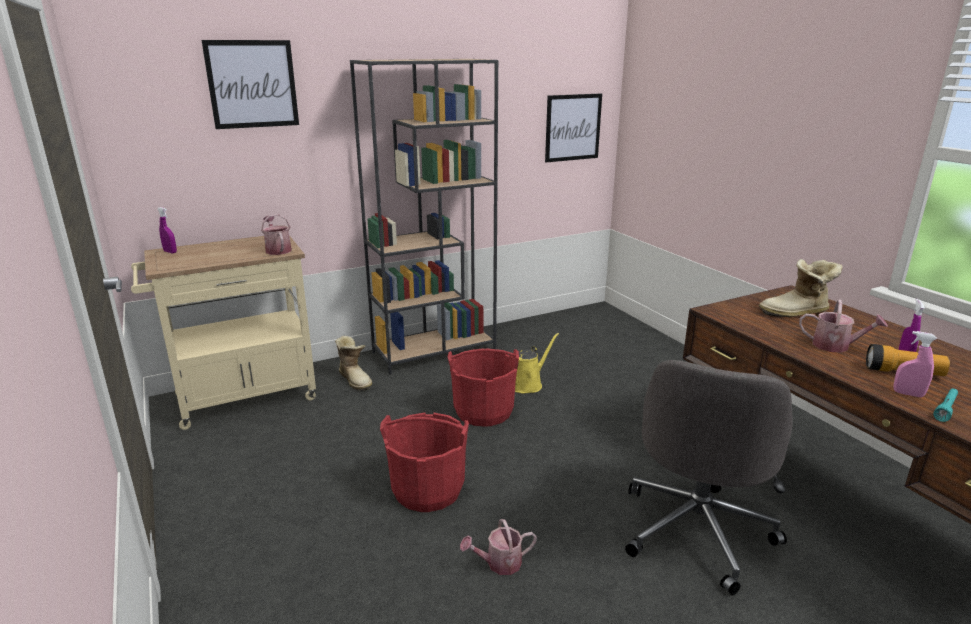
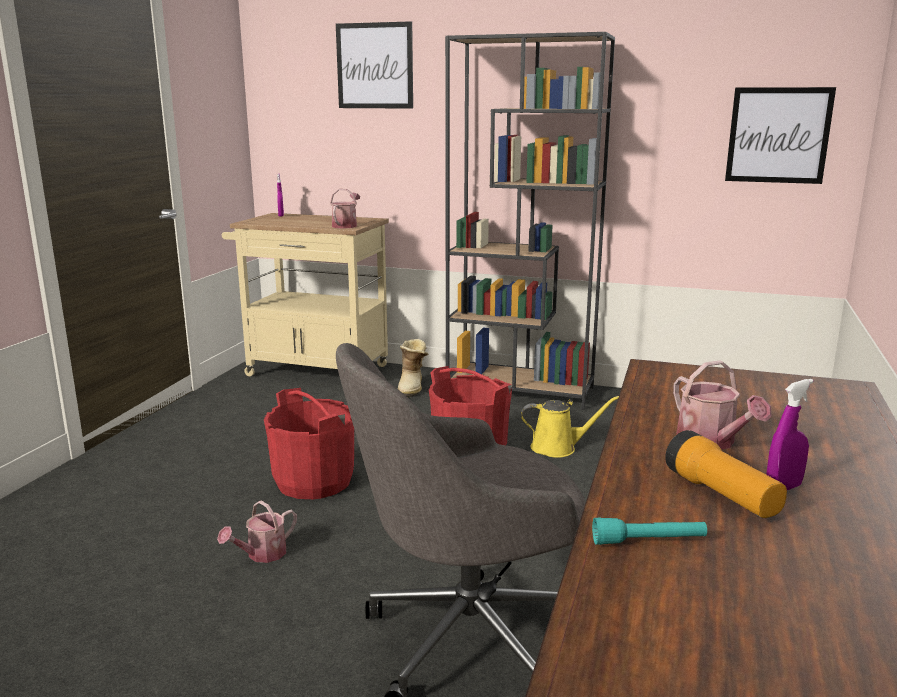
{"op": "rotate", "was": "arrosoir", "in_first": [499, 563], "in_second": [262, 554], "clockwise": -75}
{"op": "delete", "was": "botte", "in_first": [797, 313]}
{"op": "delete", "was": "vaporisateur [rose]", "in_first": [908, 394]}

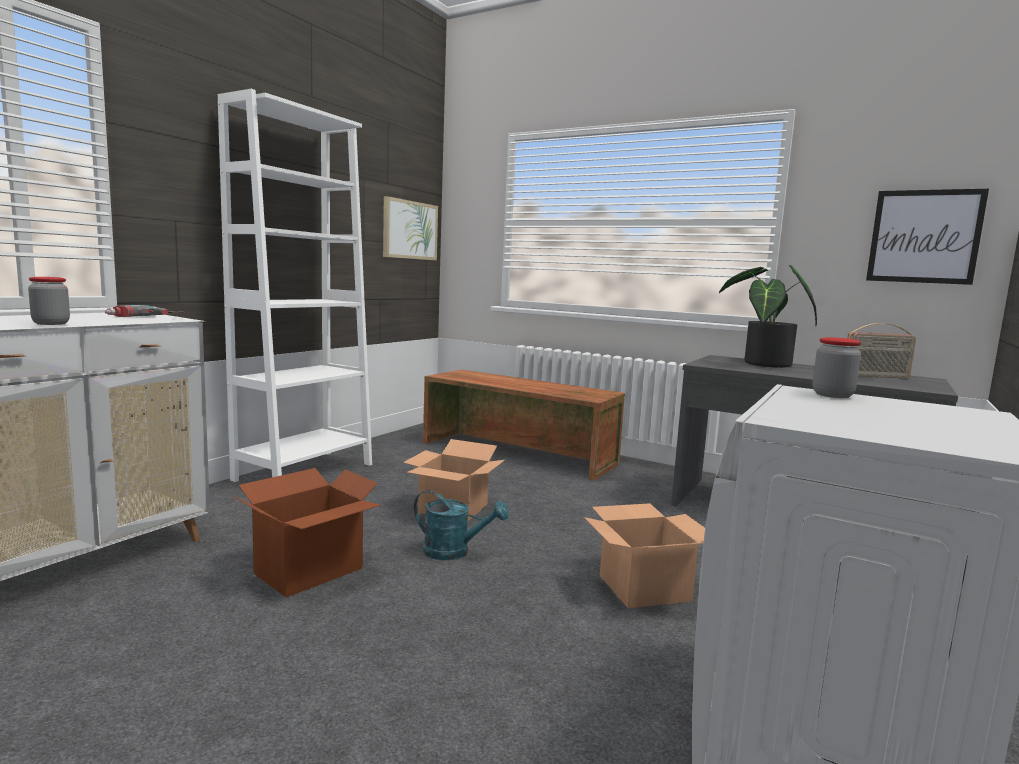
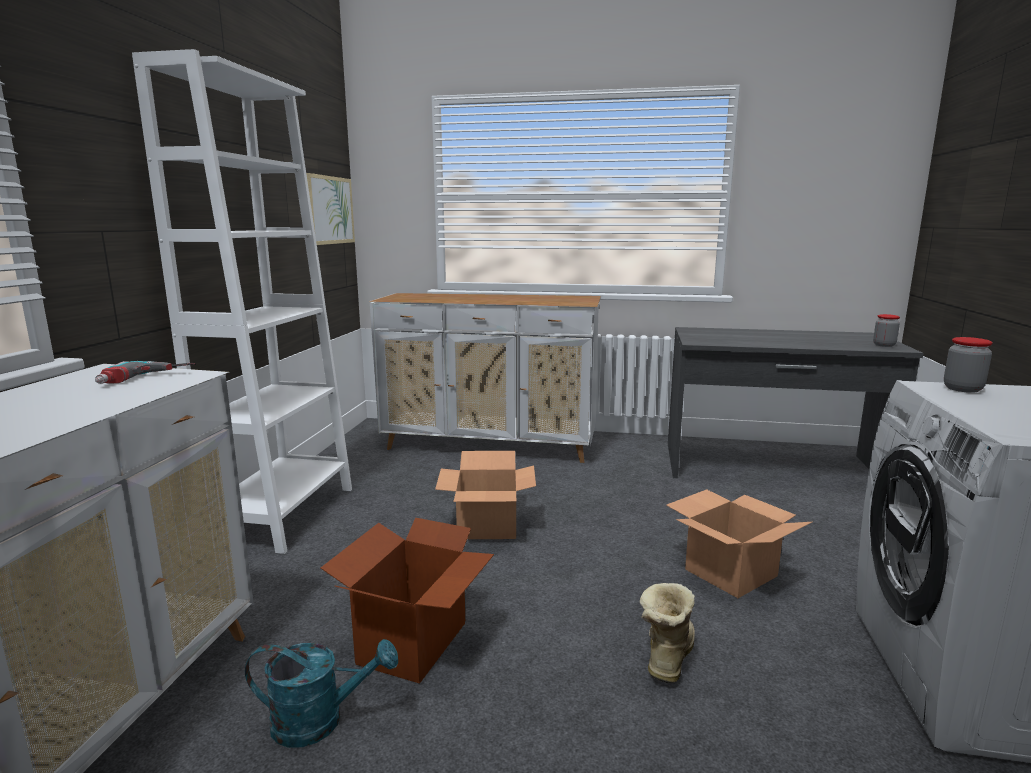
{"op": "move", "was": "arrosoir [turquoise]", "in_first": [454, 552], "in_second": [320, 721]}
{"op": "replace", "was": "banc [marron]", "now": "meuble de rangement", "in_first": [519, 453], "in_second": [489, 445]}
{"op": "insert", "now": "botte", "in_second": [666, 657]}
{"op": "move", "was": "bocal", "in_first": [51, 323], "in_second": [884, 345]}
{"op": "delete", "was": "plante en pot", "in_first": [763, 364]}
{"op": "delete", "was": "radio", "in_first": [876, 376]}
{"op": "delete", "was": "tableau", "in_first": [924, 236]}

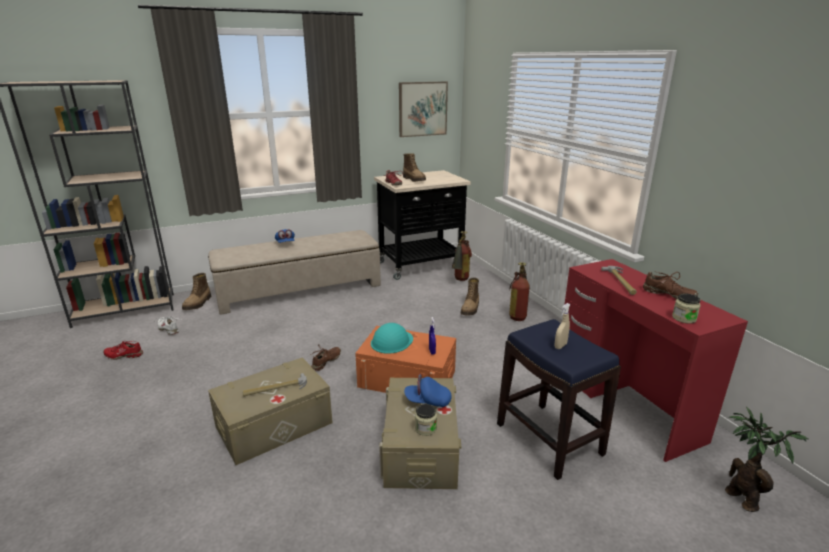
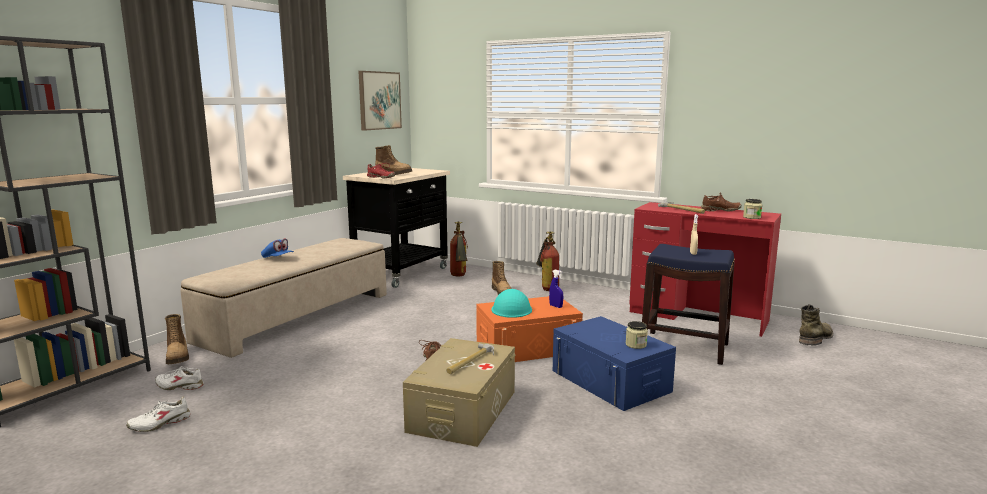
{"op": "recolor", "was": "chaussure [rouge]", "now": "chaussure [blanc]", "in_first": [124, 355], "in_second": [160, 423]}
{"op": "recolor", "was": "boîte de rangement [beige]", "now": "boîte de rangement [bleu]", "in_first": [420, 448], "in_second": [610, 381]}
{"op": "replace", "was": "plante en pot", "now": "botte [vert]", "in_first": [739, 496], "in_second": [816, 338]}
{"op": "delete", "was": "casquette [bleu]", "in_first": [427, 401]}

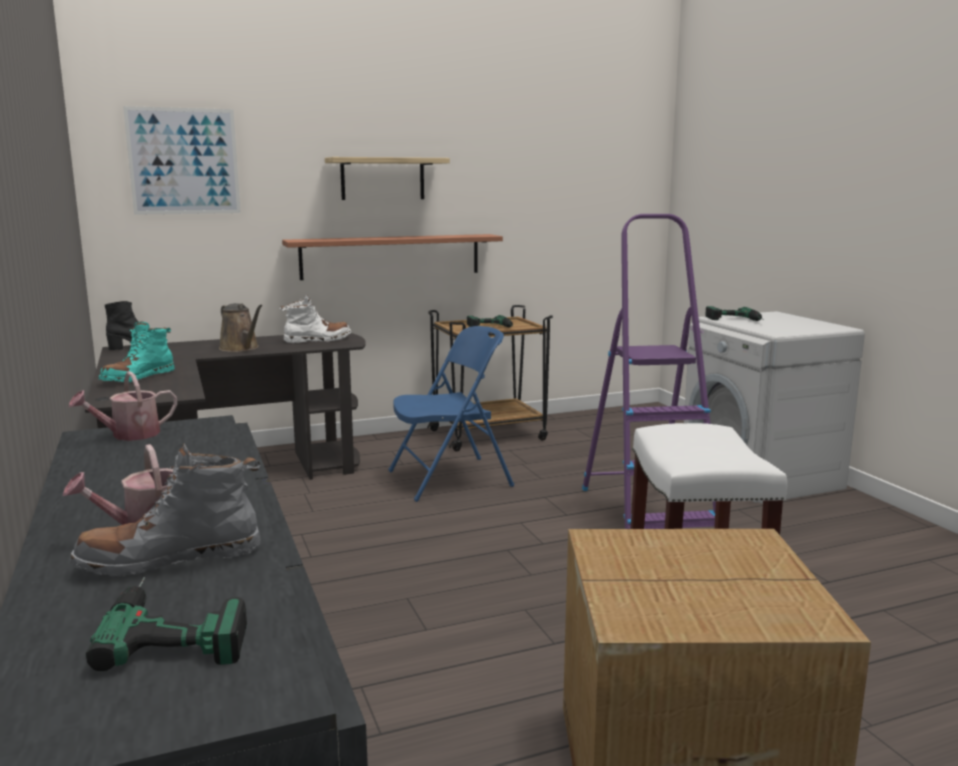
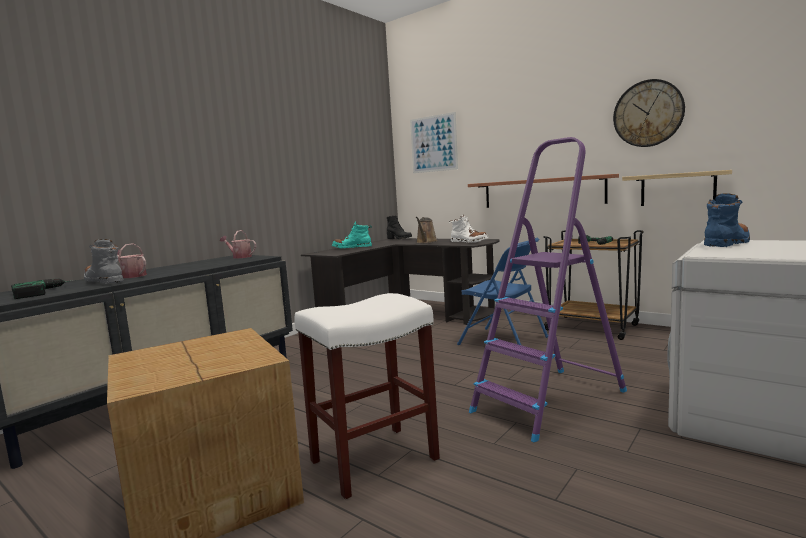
{"op": "insert", "now": "horloge murale", "in_second": [648, 113]}
{"op": "move", "was": "étagère", "in_first": [382, 179], "in_second": [677, 189]}
{"op": "replace", "was": "perceuse", "now": "botte [bleu]", "in_first": [736, 320], "in_second": [727, 243]}

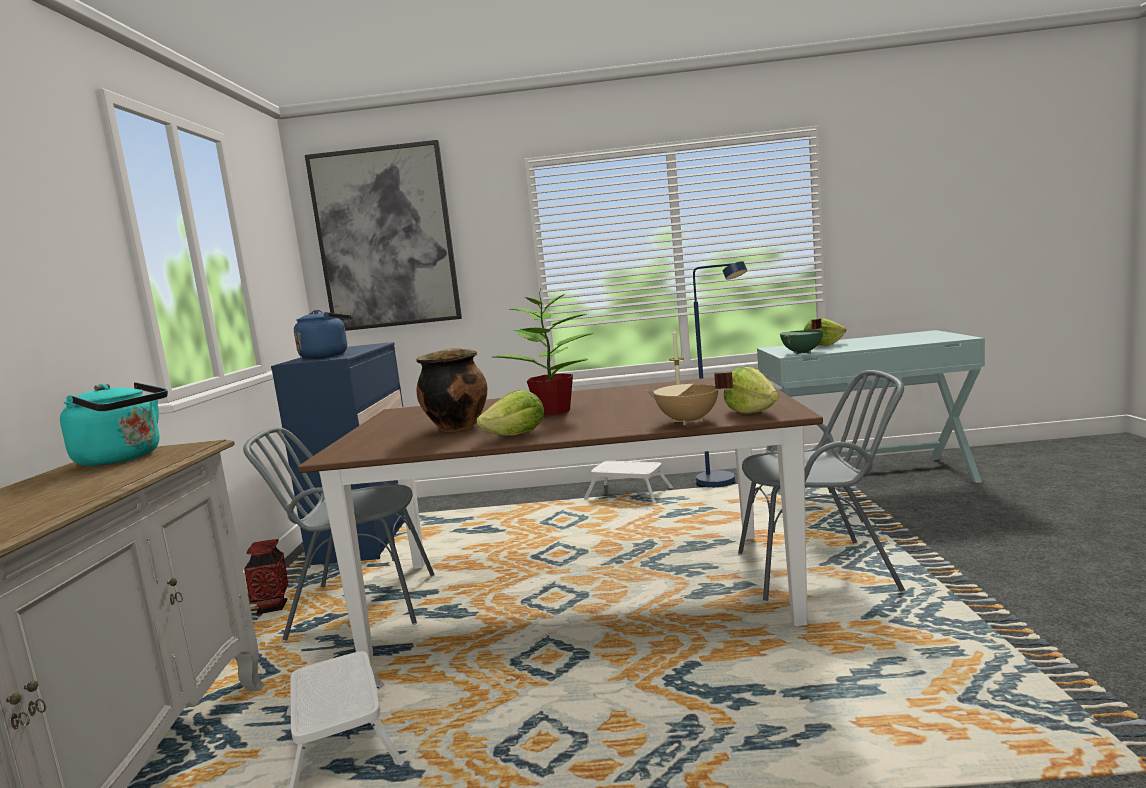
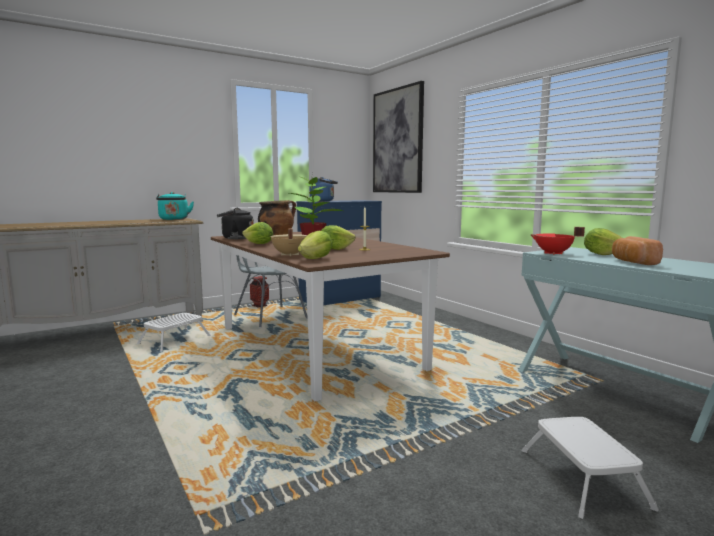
{"op": "insert", "now": "bouilloire [noir]", "in_second": [235, 238]}
{"op": "insert", "now": "laitue", "in_second": [335, 249]}
{"op": "move", "was": "escabeau [blanc]", "in_first": [628, 494], "in_second": [583, 477]}
{"op": "recolor", "was": "marmite [vert]", "now": "marmite [rouge]", "in_first": [803, 353], "in_second": [553, 253]}
{"op": "insert", "now": "pain", "in_second": [632, 262]}
{"op": "delete", "was": "lampadaire [bleu]", "in_first": [724, 484]}
{"op": "delete", "was": "chaise [gris]", "in_first": [822, 571]}

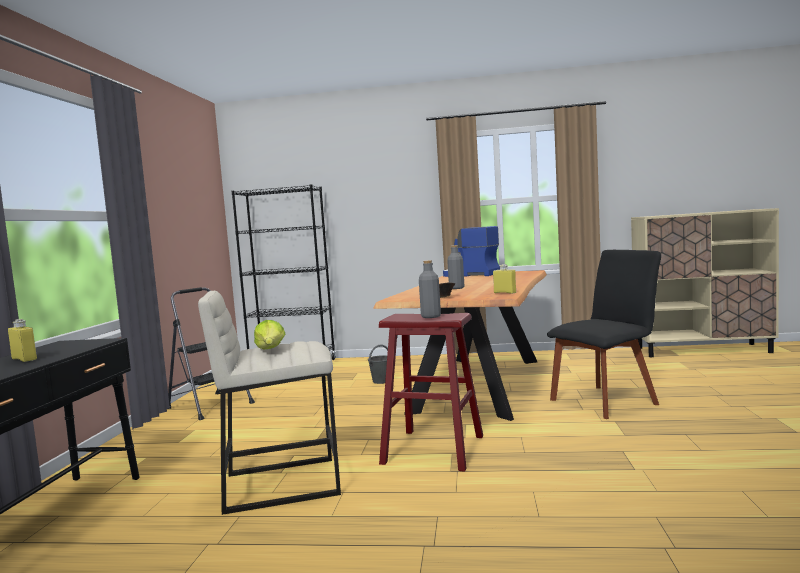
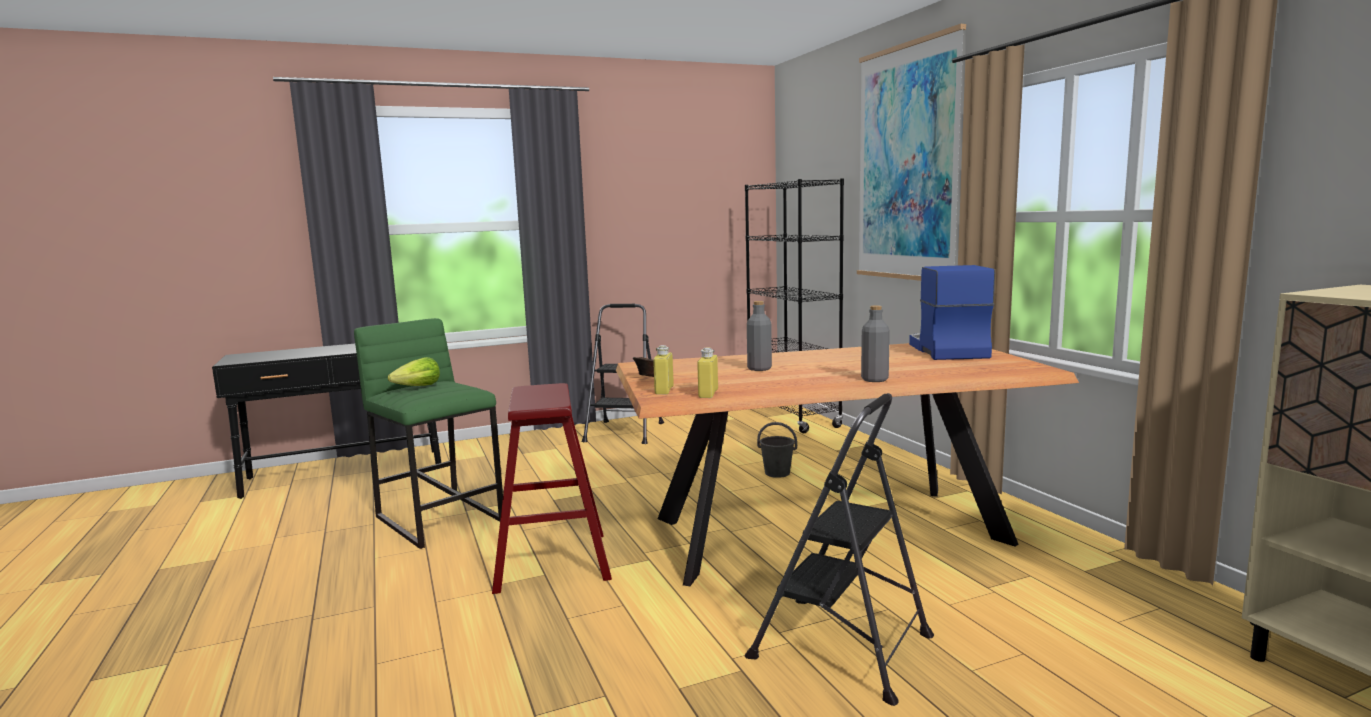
{"op": "recolor", "was": "tabouret [beige]", "now": "tabouret [vert]", "in_first": [281, 484], "in_second": [439, 518]}
{"op": "move", "was": "bouteille [jaune]", "in_first": [24, 359], "in_second": [664, 390]}
{"op": "replace", "was": "chaise [noir]", "now": "escabeau [noir]", "in_first": [606, 401], "in_second": [846, 647]}
{"op": "insert", "now": "tableau", "in_second": [907, 163]}
{"op": "move", "was": "bouteille [gris]", "in_first": [431, 316], "in_second": [874, 379]}

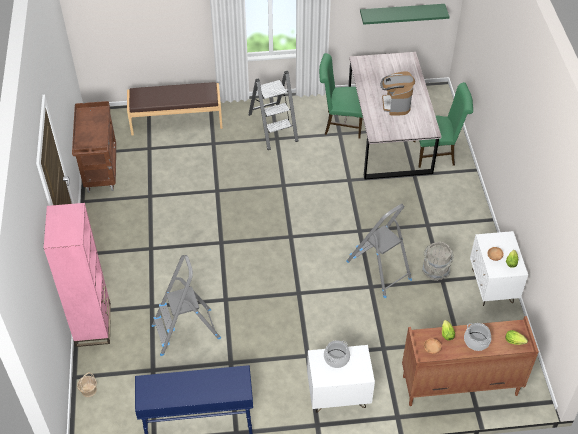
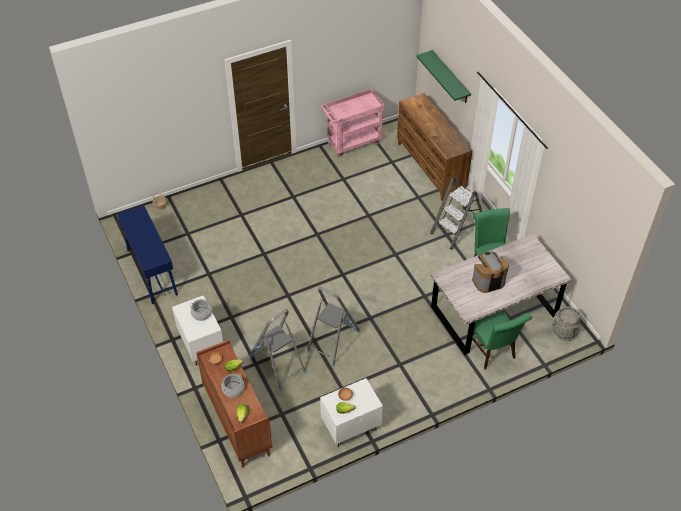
{"op": "move", "was": "escabeau [gris]", "in_first": [185, 332], "in_second": [277, 364]}
{"op": "recolor", "was": "chariot [marron]", "now": "chariot [rose]", "in_first": [101, 173], "in_second": [352, 145]}
{"op": "replace", "was": "banc [marron]", "now": "commode [marron]", "in_first": [176, 121], "in_second": [430, 167]}
{"op": "move", "was": "étagère [vert]", "in_first": [401, 14], "in_second": [450, 77]}
{"op": "move", "was": "seau [gris]", "in_first": [435, 271], "in_second": [564, 332]}
{"op": "delete", "was": "bibliothèque [rose]", "in_first": [93, 324]}

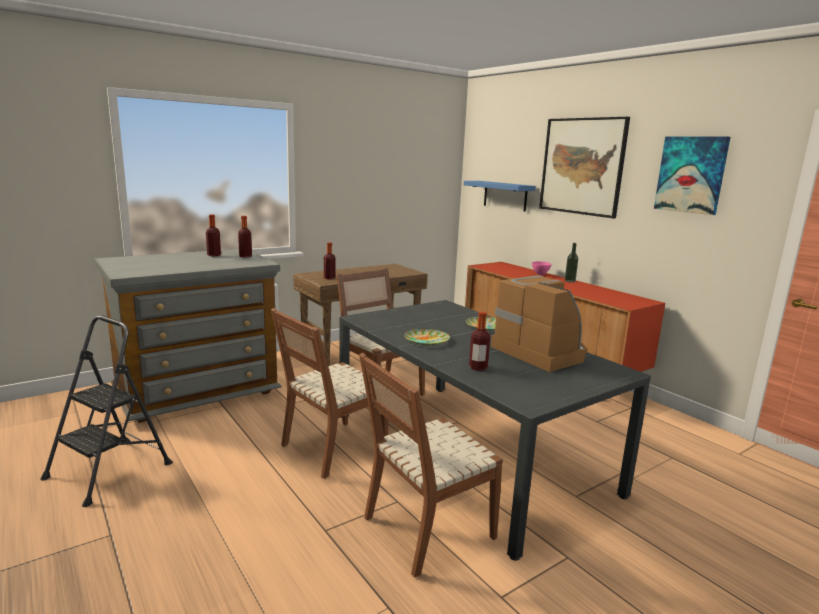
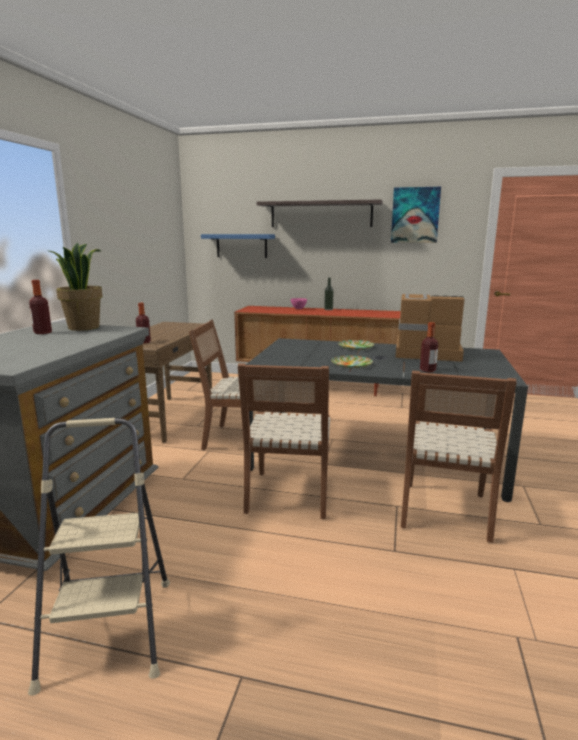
{"op": "recolor", "was": "escabeau [noir]", "now": "escabeau [beige]", "in_first": [112, 469], "in_second": [110, 626]}
{"op": "replace", "was": "bouteille", "now": "plante en pot", "in_first": [245, 256], "in_second": [83, 327]}
{"op": "replace", "was": "tableau", "now": "étagère", "in_first": [582, 166], "in_second": [321, 214]}

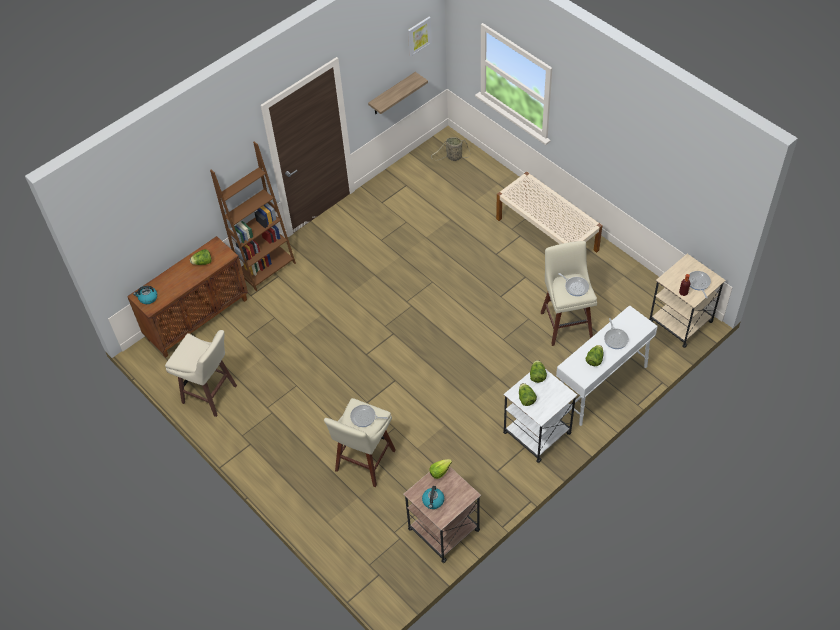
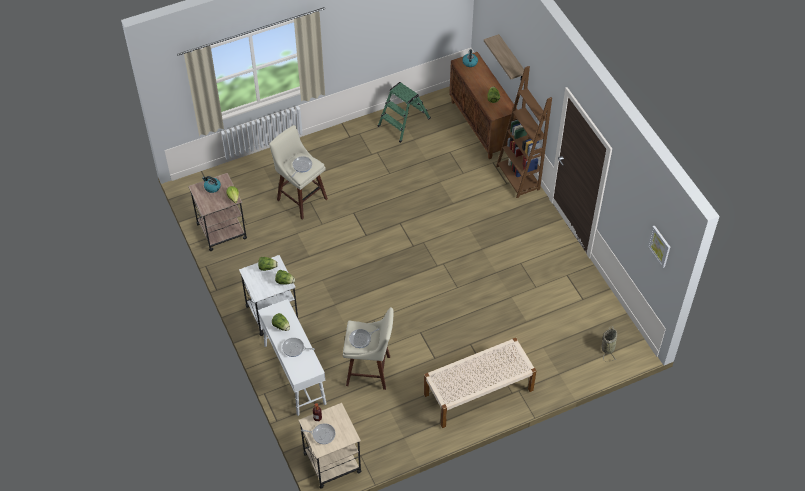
{"op": "replace", "was": "tabouret [beige]", "now": "escabeau [vert]", "in_first": [210, 395], "in_second": [404, 122]}
{"op": "move", "was": "étagère", "in_first": [392, 94], "in_second": [512, 59]}

